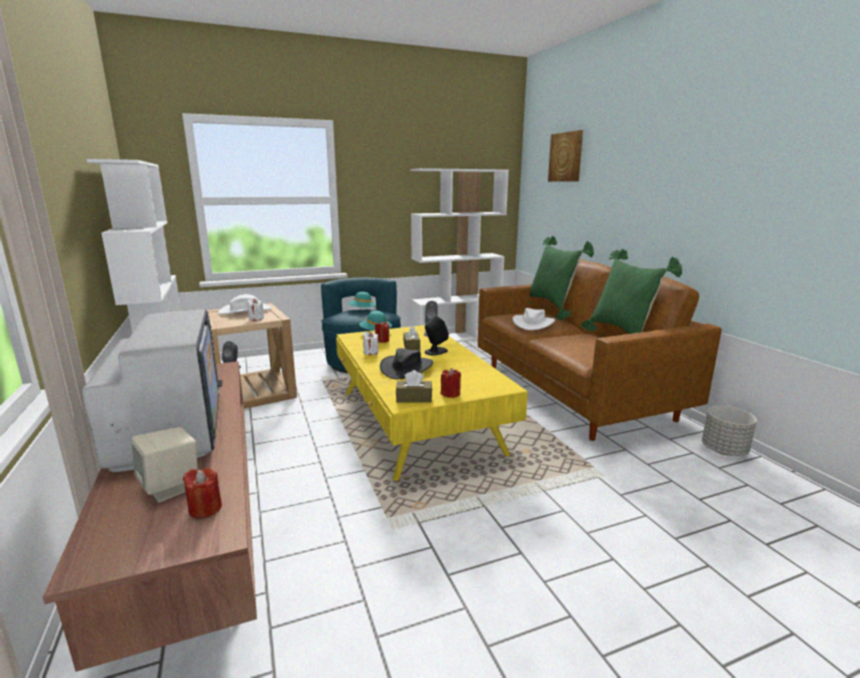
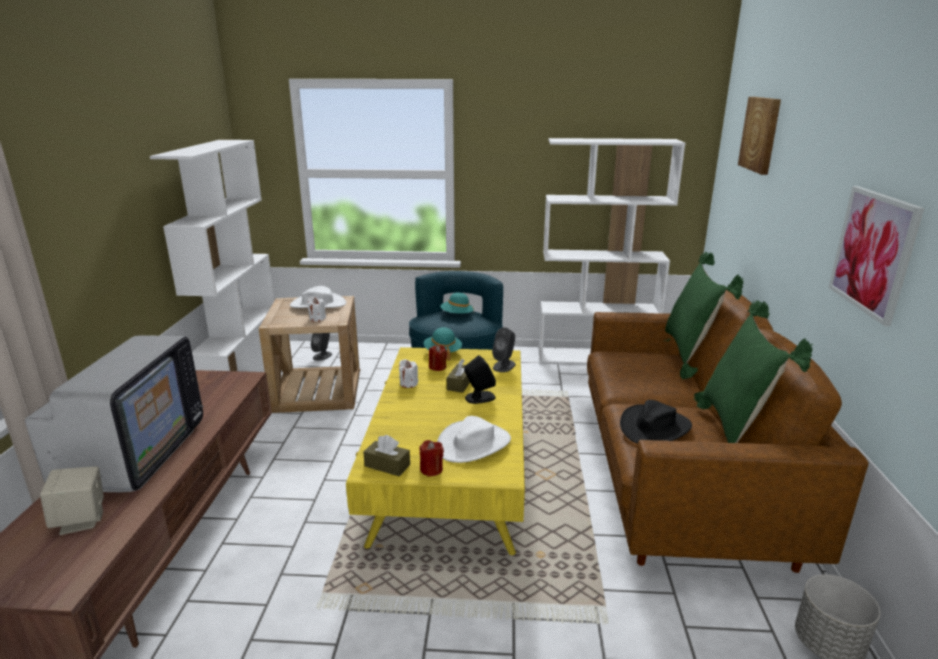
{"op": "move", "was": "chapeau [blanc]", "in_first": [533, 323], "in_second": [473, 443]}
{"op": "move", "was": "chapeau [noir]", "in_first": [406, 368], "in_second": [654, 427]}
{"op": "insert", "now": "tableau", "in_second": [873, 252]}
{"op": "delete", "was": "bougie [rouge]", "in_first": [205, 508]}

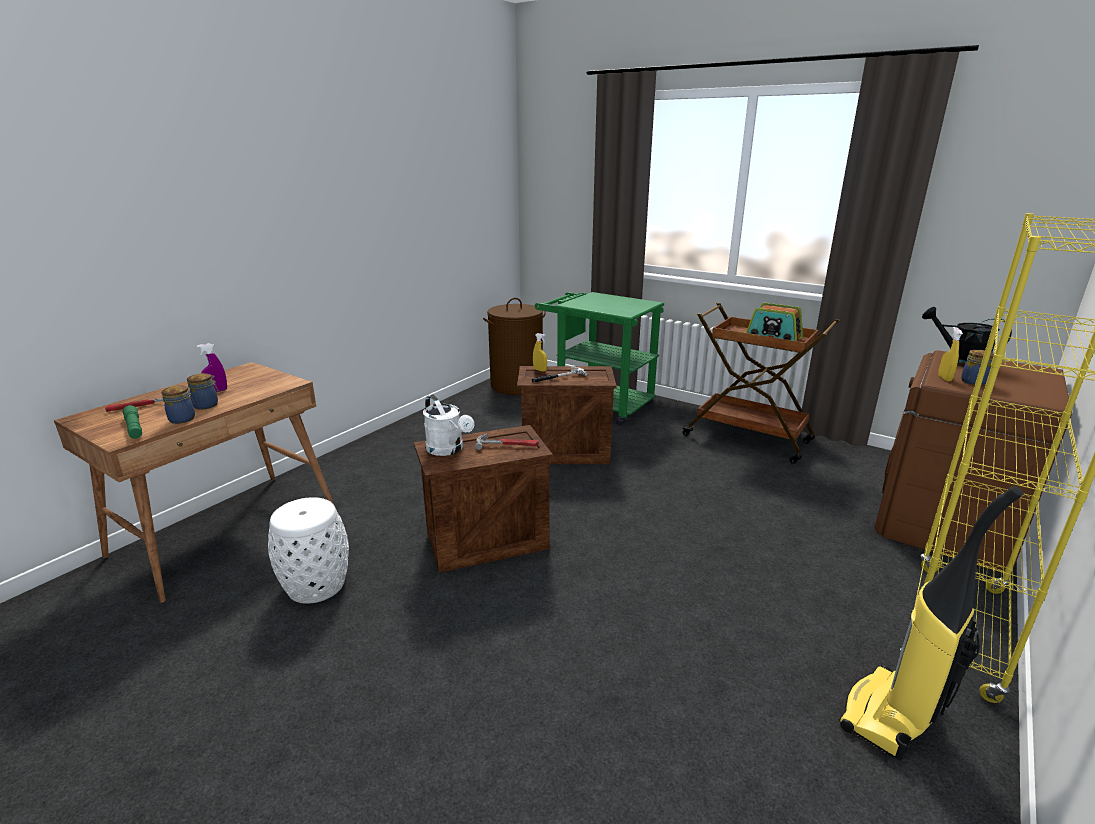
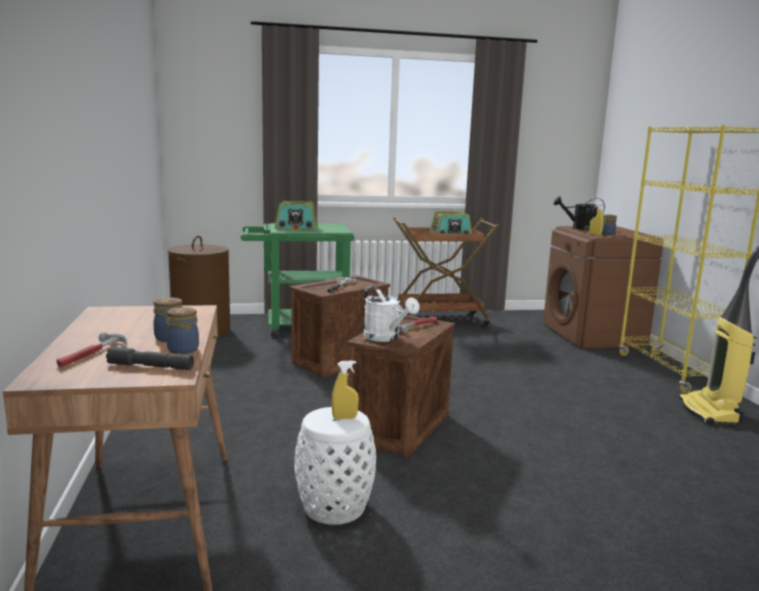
{"op": "recolor", "was": "lampe de poche [vert]", "now": "lampe de poche [gris]", "in_first": [134, 427], "in_second": [150, 367]}
{"op": "insert", "now": "radio", "in_second": [296, 228]}
{"op": "move", "was": "vaporisateur [jaune]", "in_first": [540, 370], "in_second": [344, 418]}
{"op": "rotate", "was": "arrosoir [blanc]", "in_first": [448, 450], "in_second": [386, 338], "clockwise": 45}
{"op": "delete", "was": "vaporisateur [violet]", "in_first": [216, 391]}

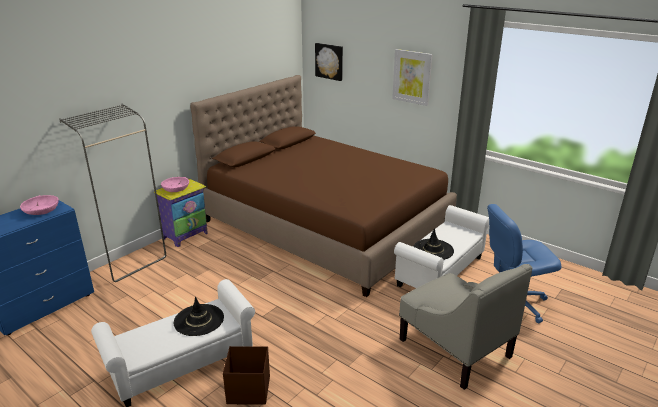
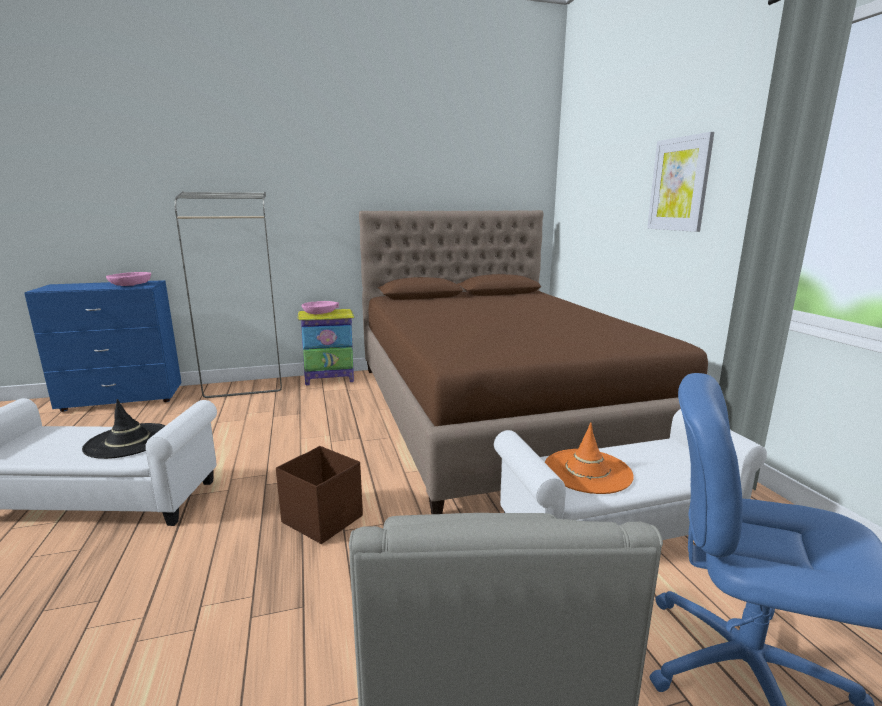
{"op": "move", "was": "boîte de rangement [marron]", "in_first": [248, 390], "in_second": [322, 518]}
{"op": "recolor", "was": "chapeau [noir]", "now": "chapeau [orange]", "in_first": [433, 250], "in_second": [587, 471]}
{"op": "delete", "was": "tableau", "in_first": [329, 61]}

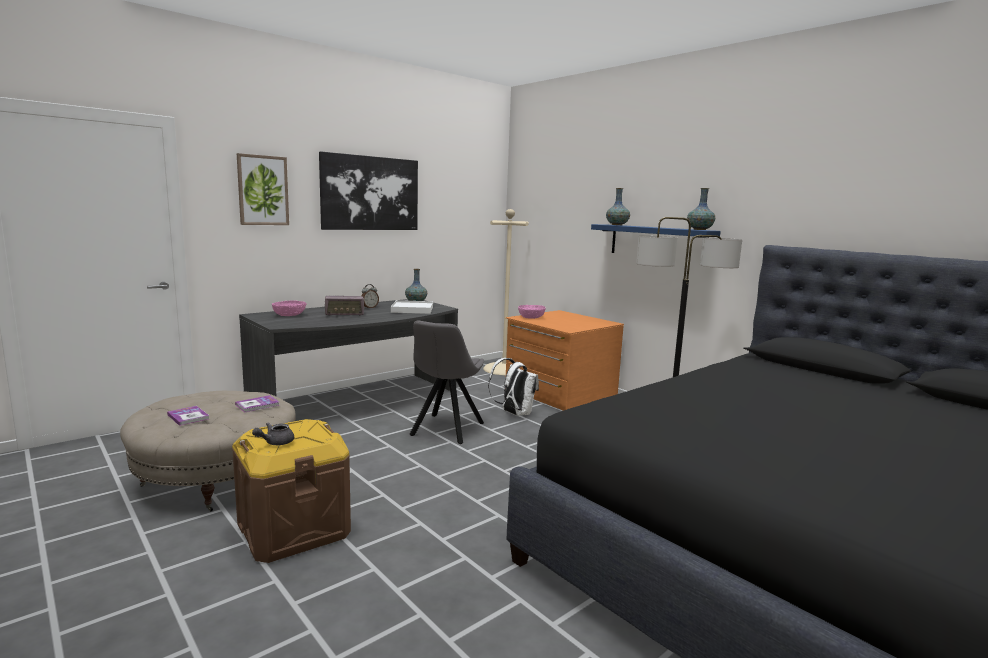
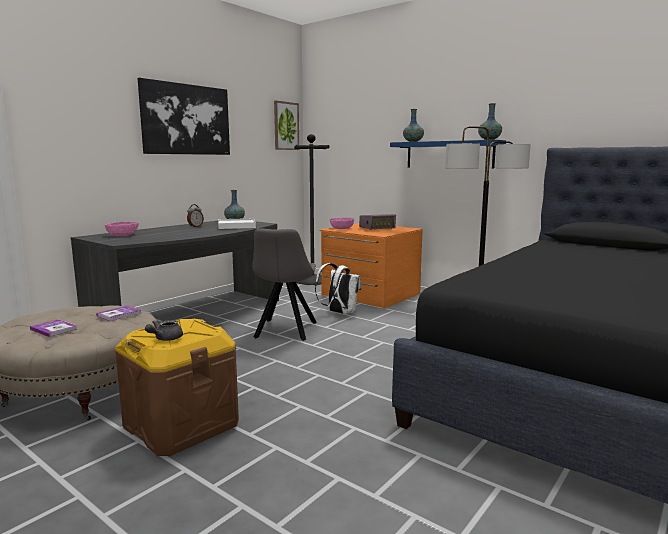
{"op": "move", "was": "tableau", "in_first": [263, 190], "in_second": [286, 126]}
{"op": "recolor", "was": "portant [beige]", "now": "portant [noir]", "in_first": [504, 369], "in_second": [312, 280]}
{"op": "move", "was": "radio", "in_first": [344, 314], "in_second": [377, 228]}

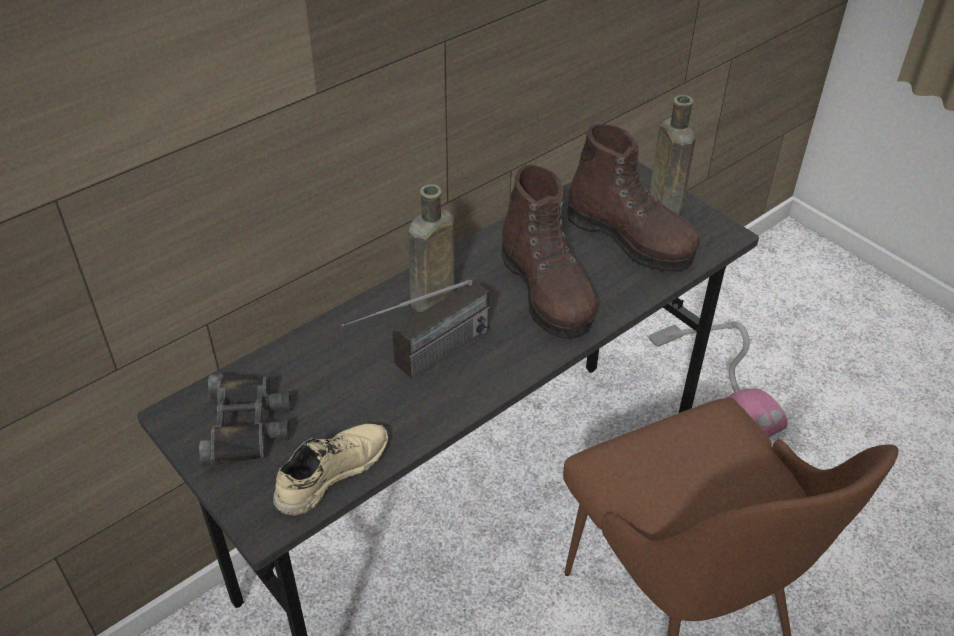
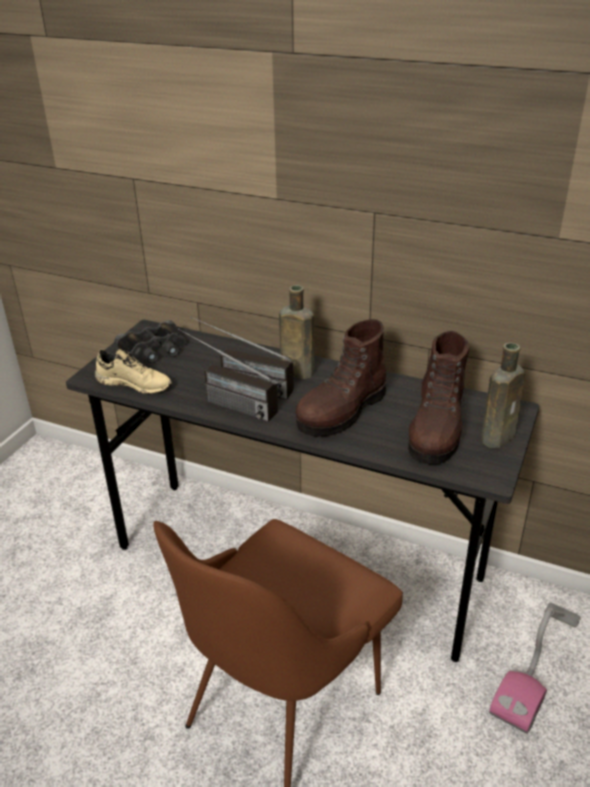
{"op": "insert", "now": "radio", "in_second": [224, 403]}

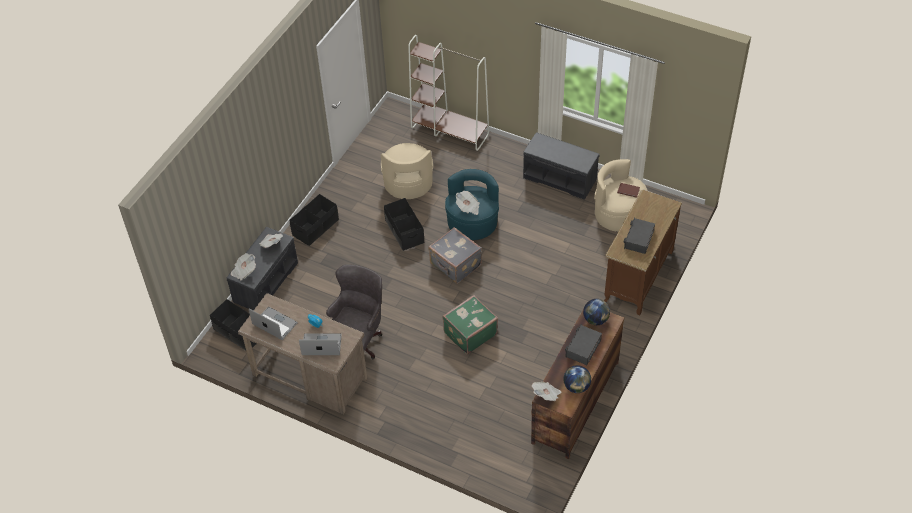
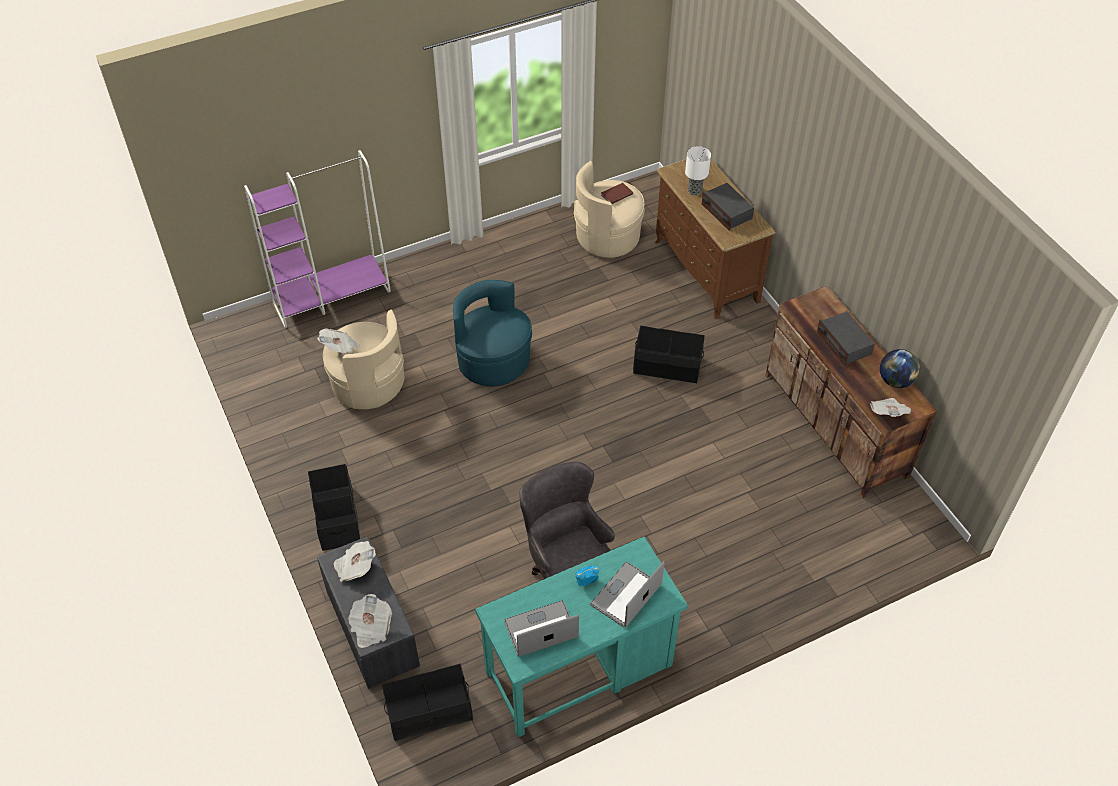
{"op": "recolor", "was": "portant [marron]", "now": "portant [violet]", "in_first": [450, 132], "in_second": [332, 298]}
{"op": "move", "was": "journal", "in_first": [468, 207], "in_second": [340, 347]}
{"op": "recolor", "was": "bureau [marron]", "now": "bureau [turquoise]", "in_first": [309, 377], "in_second": [579, 669]}
{"op": "move", "was": "boîte de rangement [noir]", "in_first": [404, 232], "in_second": [667, 366]}
{"op": "insert", "now": "lampe de table", "in_second": [695, 191]}
{"op": "delete", "was": "valise [gris]", "in_first": [455, 265]}
{"op": "delete", "was": "valise [vert]", "in_first": [469, 333]}
{"op": "delete", "was": "banc [gris]", "in_first": [560, 178]}
{"op": "delete", "was": "globe", "in_first": [595, 320]}

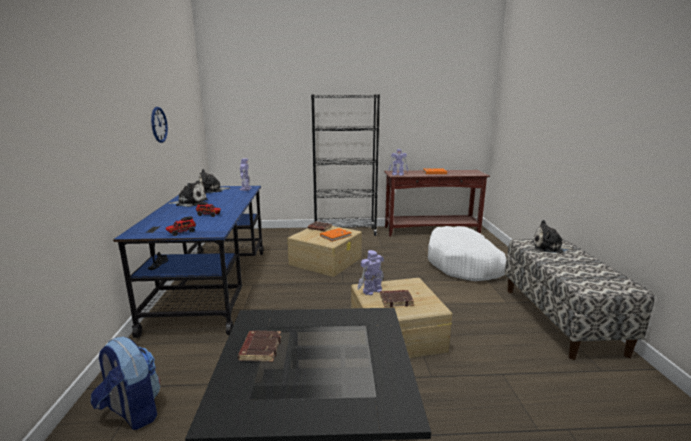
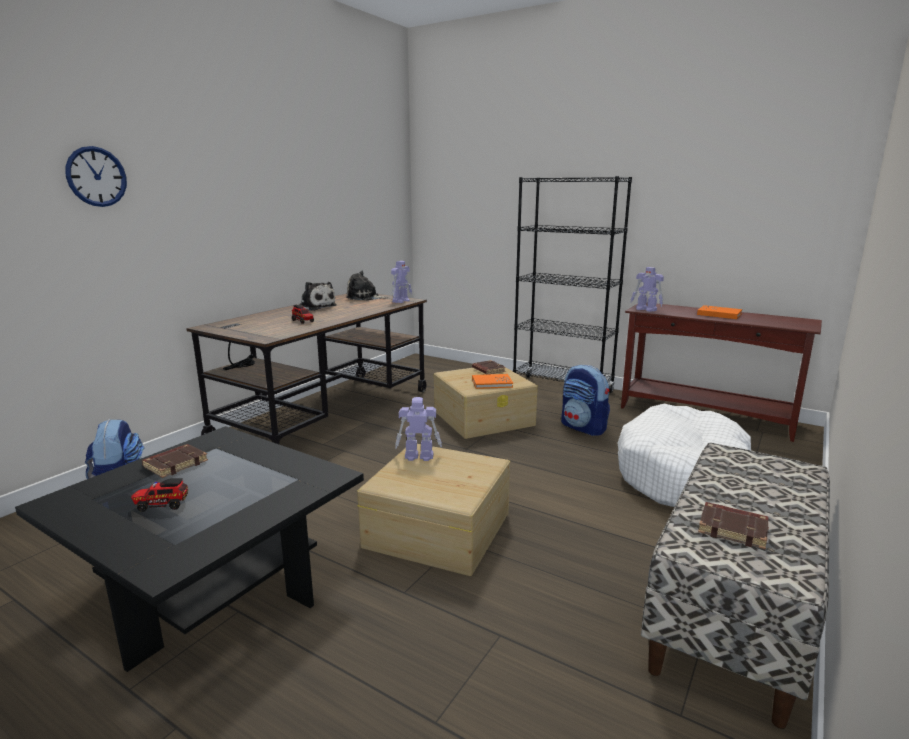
{"op": "move", "was": "horloge murale", "in_first": [159, 124], "in_second": [96, 176]}
{"op": "move", "was": "camion jouet", "in_first": [181, 233], "in_second": [161, 505]}
{"op": "recolor", "was": "bureau [bleu]", "now": "bureau [marron]", "in_first": [212, 287], "in_second": [326, 413]}
{"op": "insert", "now": "sac à dos", "in_second": [583, 428]}
{"op": "move", "was": "livre [marron]", "in_first": [396, 300], "in_second": [733, 529]}
{"op": "delete", "was": "peluche", "in_first": [549, 248]}

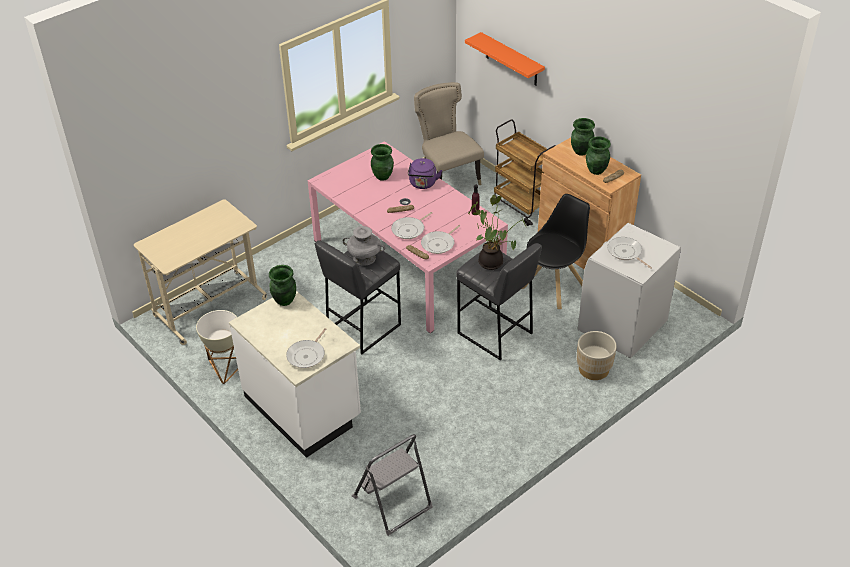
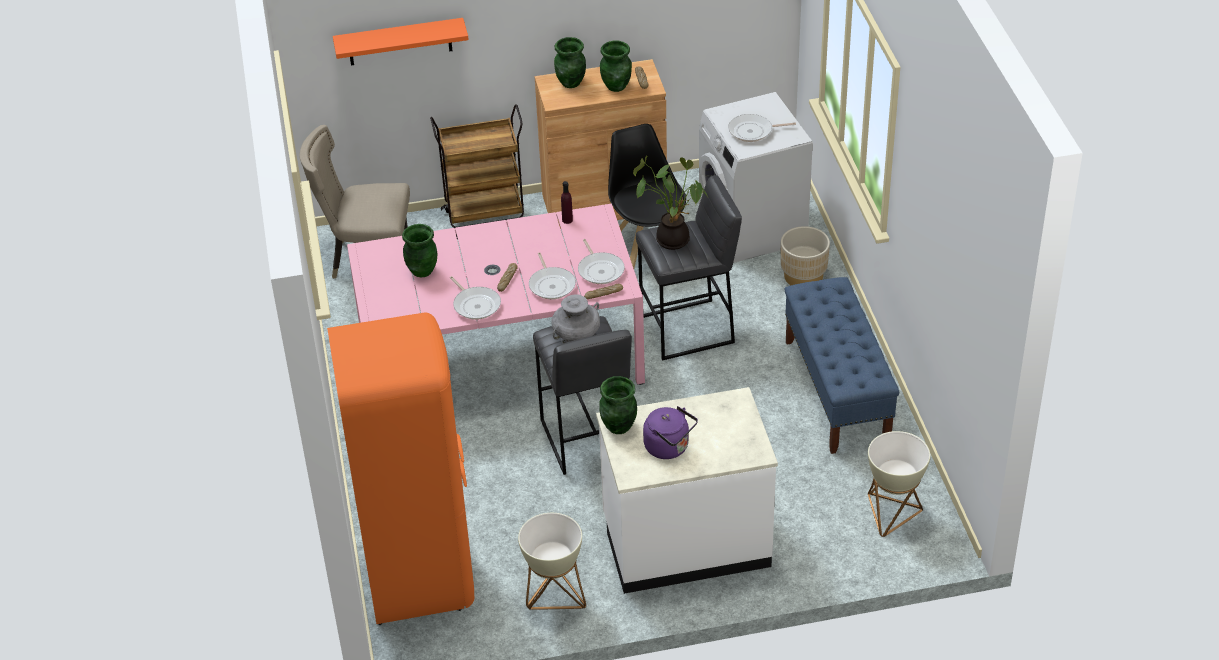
{"op": "replace", "was": "bureau [beige]", "now": "réfrigérateur [orange]", "in_first": [210, 307], "in_second": [421, 577]}
{"op": "move", "was": "poêle", "in_first": [307, 355], "in_second": [475, 305]}
{"op": "move", "was": "bouilloire [violet]", "in_first": [423, 184], "in_second": [669, 448]}
{"op": "insert", "now": "banc [bleu]", "in_second": [837, 391]}
{"op": "replace", "was": "escabeau [gris]", "now": "cache-pot", "in_first": [393, 504], "in_second": [892, 513]}

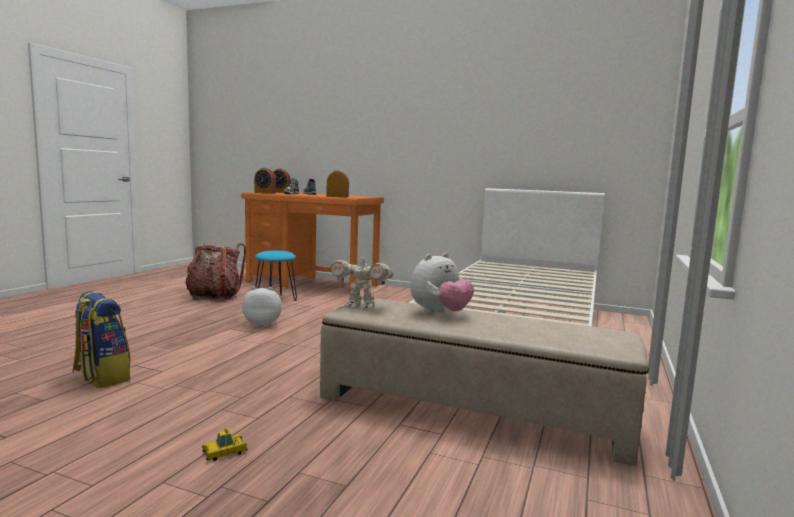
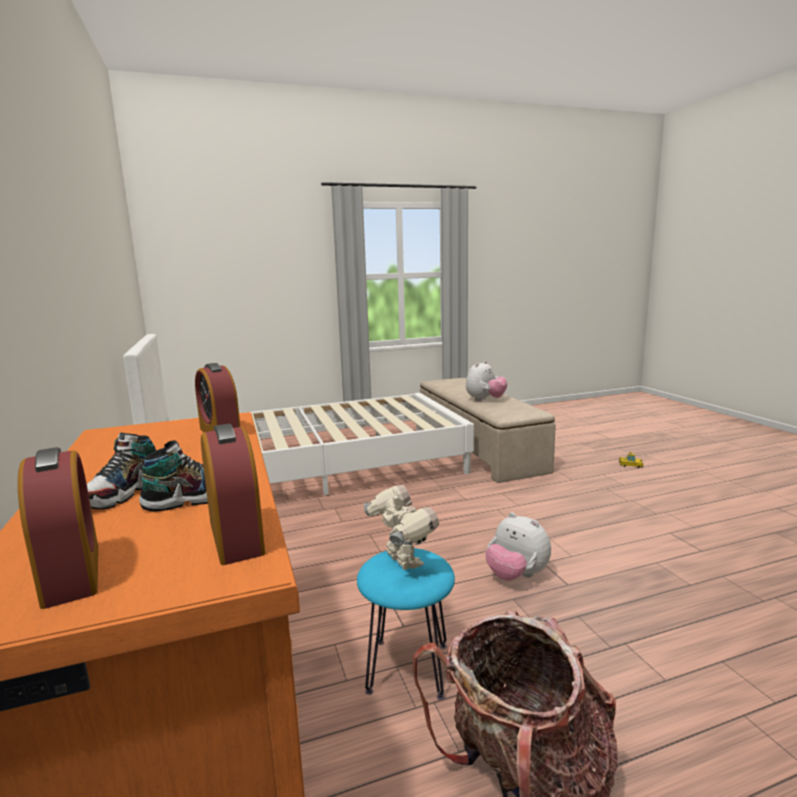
{"op": "move", "was": "robot jouet", "in_first": [360, 306], "in_second": [401, 561]}
{"op": "rotate", "was": "peluche", "in_first": [440, 313], "in_second": [485, 400], "clockwise": 120}
{"op": "delete", "was": "sac à dos", "in_first": [101, 377]}

